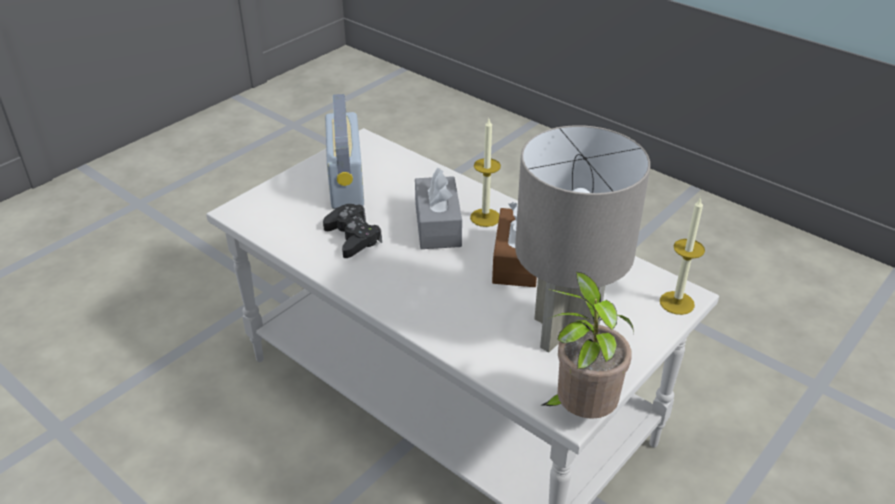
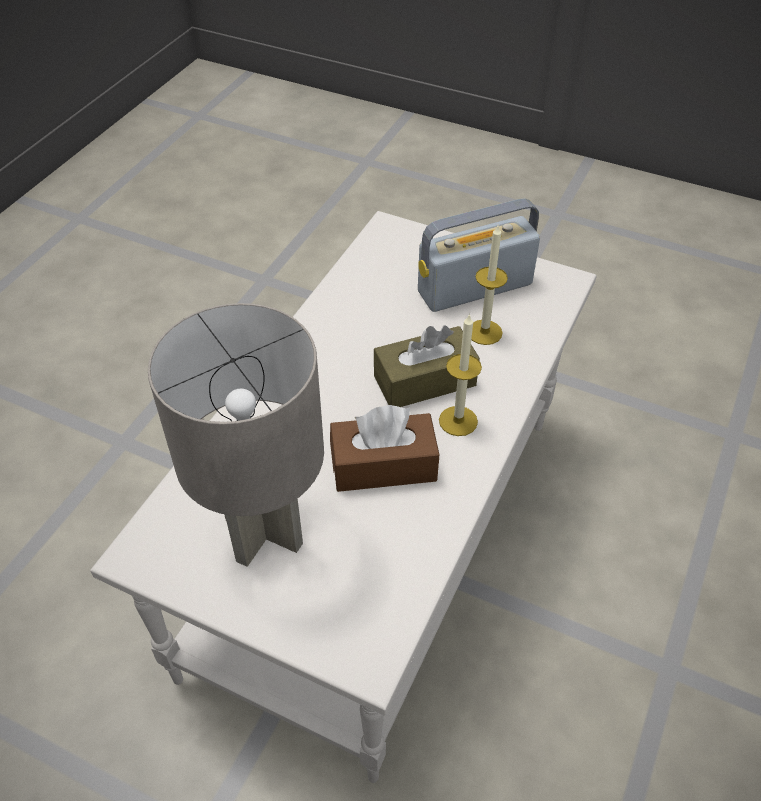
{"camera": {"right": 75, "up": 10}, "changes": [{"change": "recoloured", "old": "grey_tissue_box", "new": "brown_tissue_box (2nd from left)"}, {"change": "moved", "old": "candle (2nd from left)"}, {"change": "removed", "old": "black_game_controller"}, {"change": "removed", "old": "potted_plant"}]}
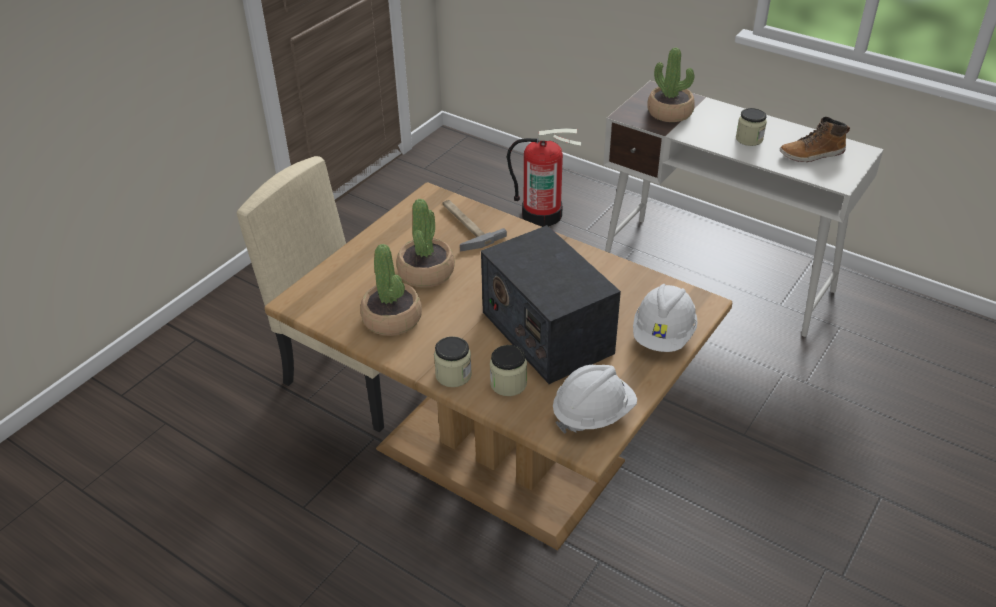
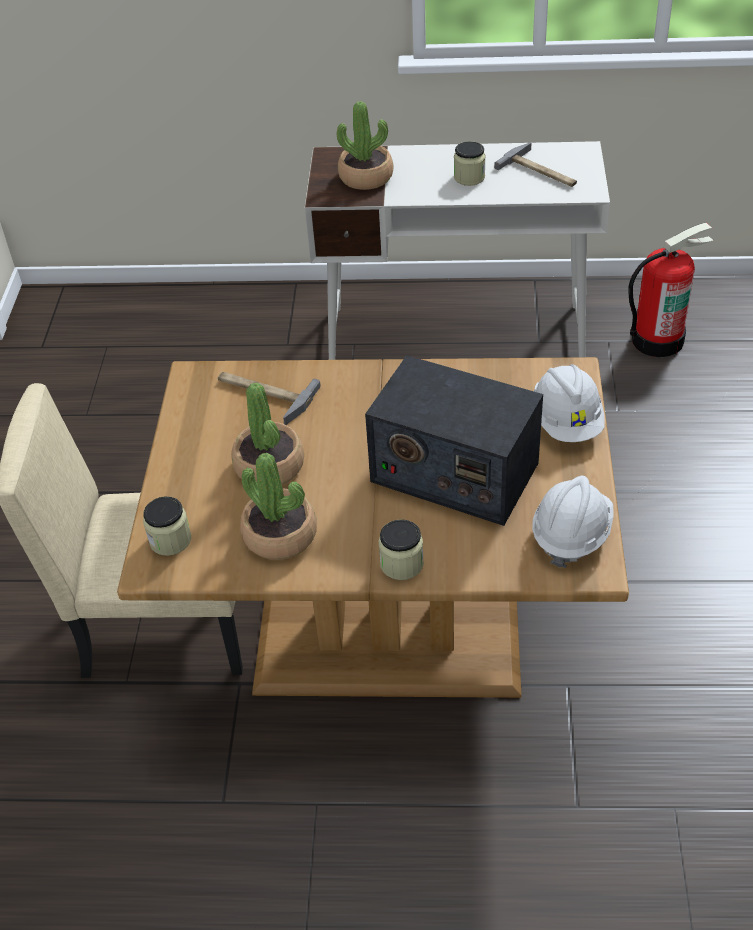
{"camera": {"right": -30, "up": 5}, "changes": [{"change": "moved", "old": "jar (2nd from left in the first image)", "new": "jar (1st from left)"}, {"change": "replaced", "old": "boot", "new": "hammer (2nd from left)"}, {"change": "moved", "old": "fire_extinguisher"}]}
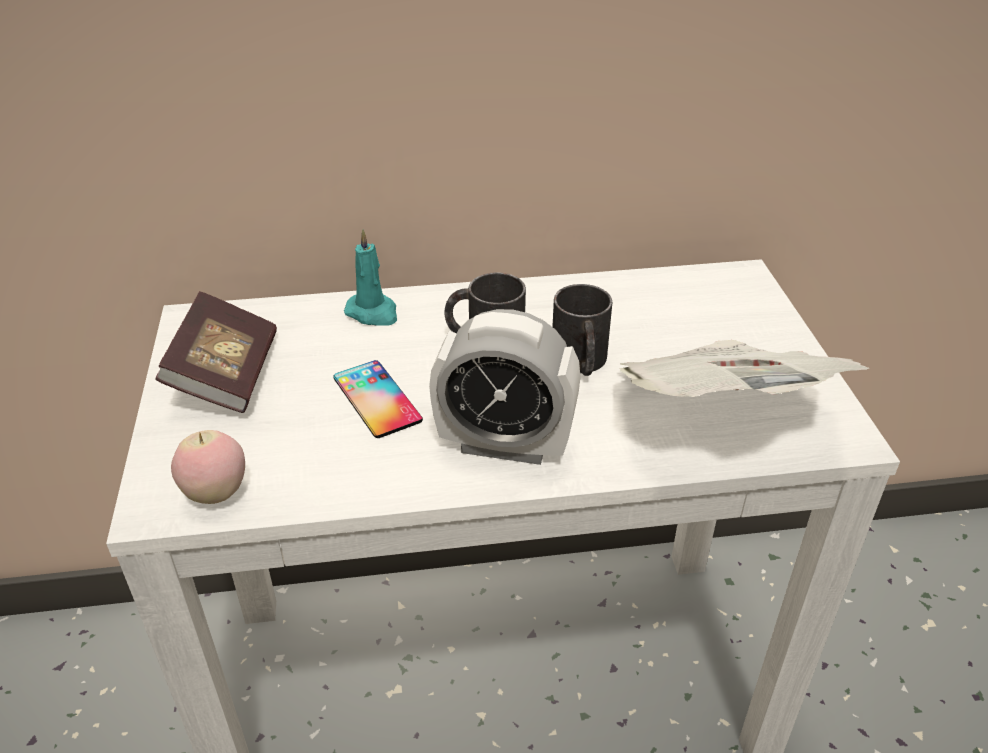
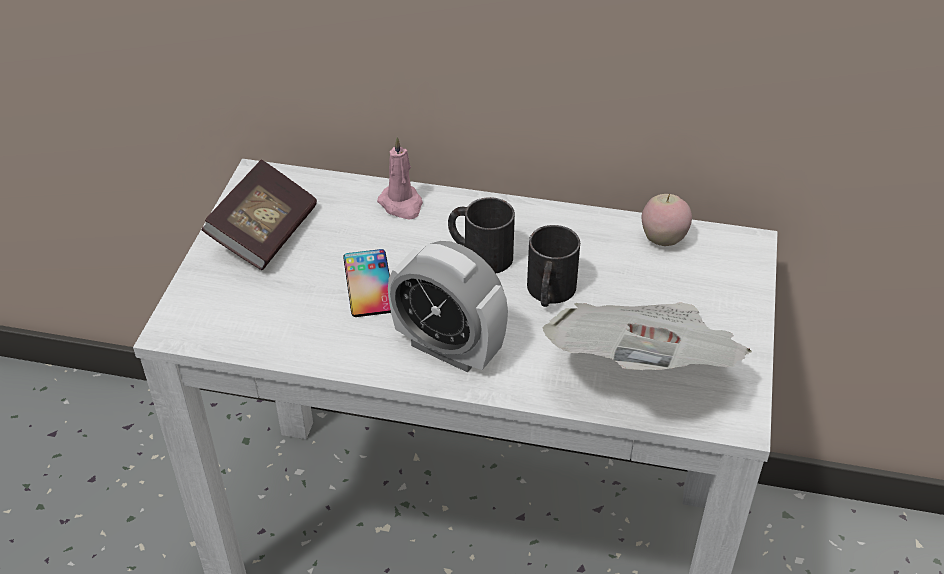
{"camera": {"right": 20, "up": 5}, "changes": [{"change": "recoloured", "old": "turquoise_candle", "new": "pink_candle"}, {"change": "moved", "old": "apple"}]}
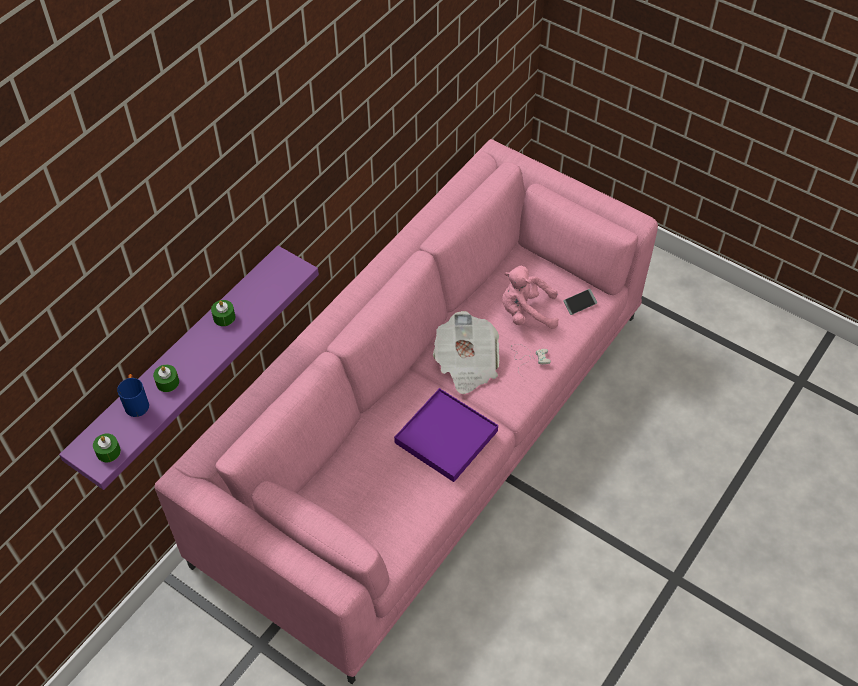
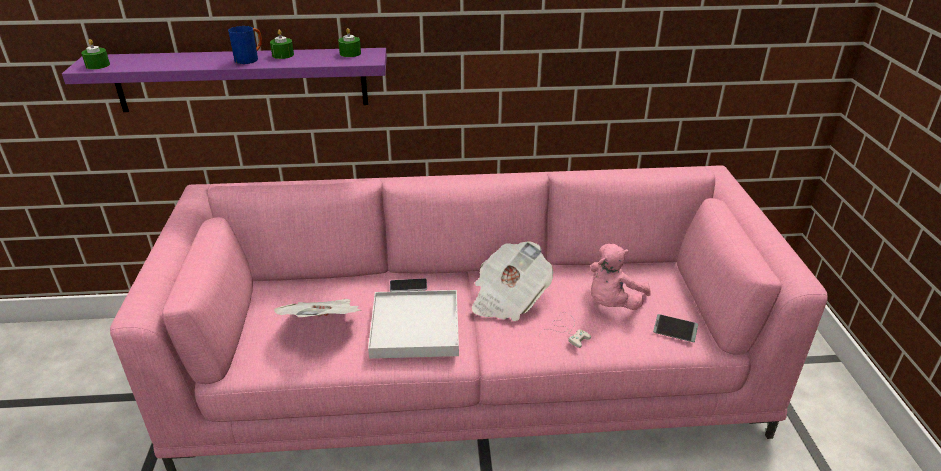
{"camera": {"right": 50, "up": -20}, "changes": [{"change": "moved", "old": "blue_mug"}, {"change": "added", "new": "newspaper (1st from left)"}, {"change": "moved", "old": "green_candle (2nd from left in the first image)", "new": "green_candle (3rd from left)"}, {"change": "recoloured", "old": "purple_tray", "new": "white_tray"}, {"change": "added", "new": "phone (1st from left)"}, {"change": "turned", "old": "pink_plush_toy", "degrees": -105}]}
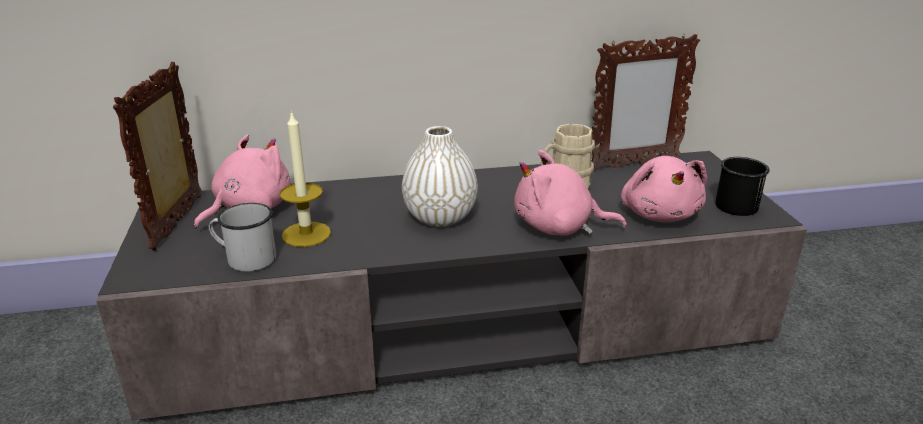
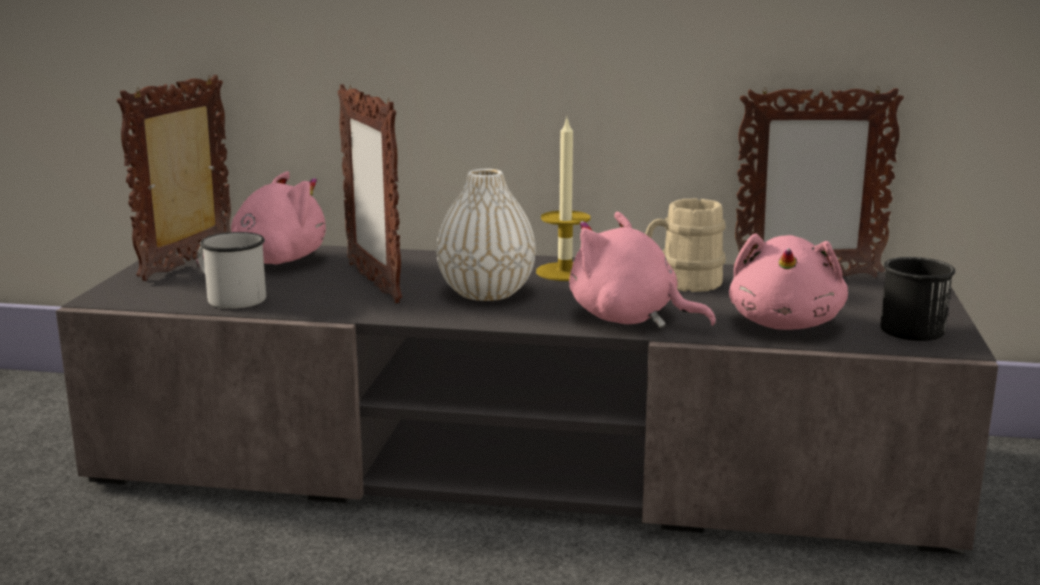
{"camera": {"right": 20, "up": -10}, "changes": [{"change": "added", "new": "picture_frame (2nd from left)"}, {"change": "moved", "old": "candle"}]}
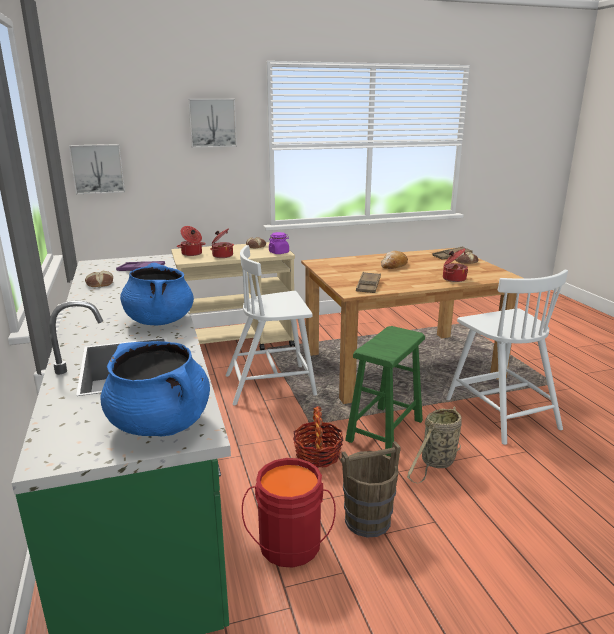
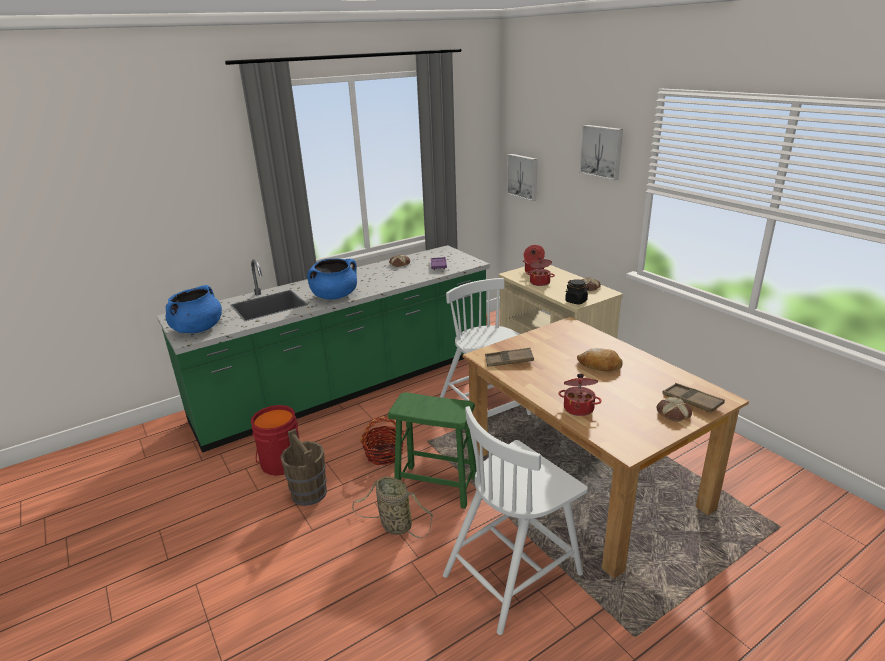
{"camera": {"right": 75, "up": 5}, "changes": [{"change": "recoloured", "old": "purple_jar", "new": "black_jar"}]}
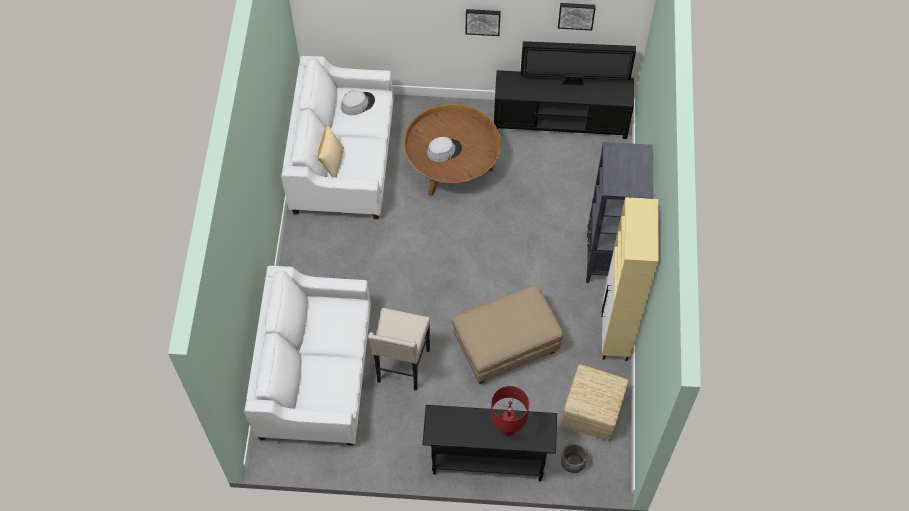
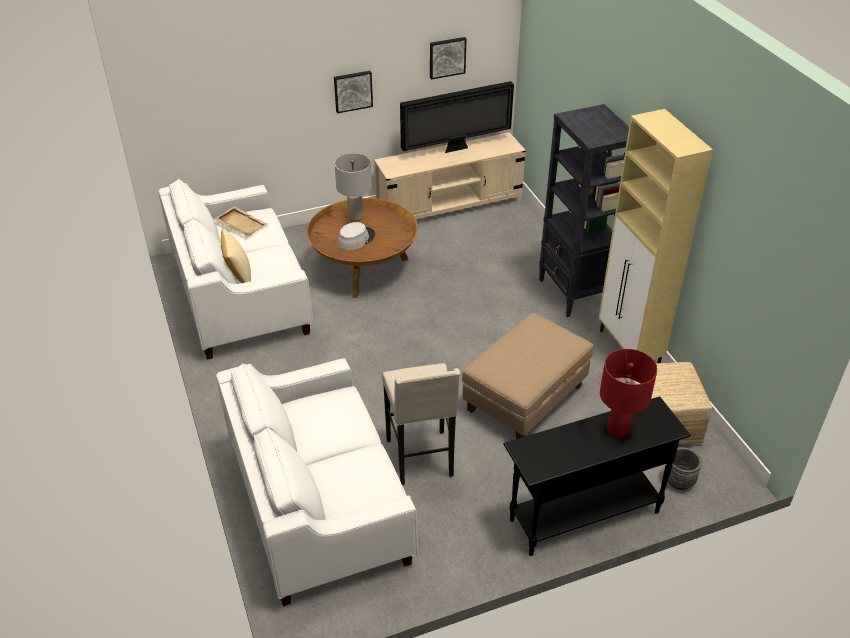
{"camera": {"right": -25, "up": -20}, "changes": [{"change": "replaced", "old": "grey_hat (1st from left)", "new": "beige_tray"}, {"change": "added", "new": "grey_table_lamp"}, {"change": "recoloured", "old": "black_tv_stand", "new": "beige_tv_stand"}]}
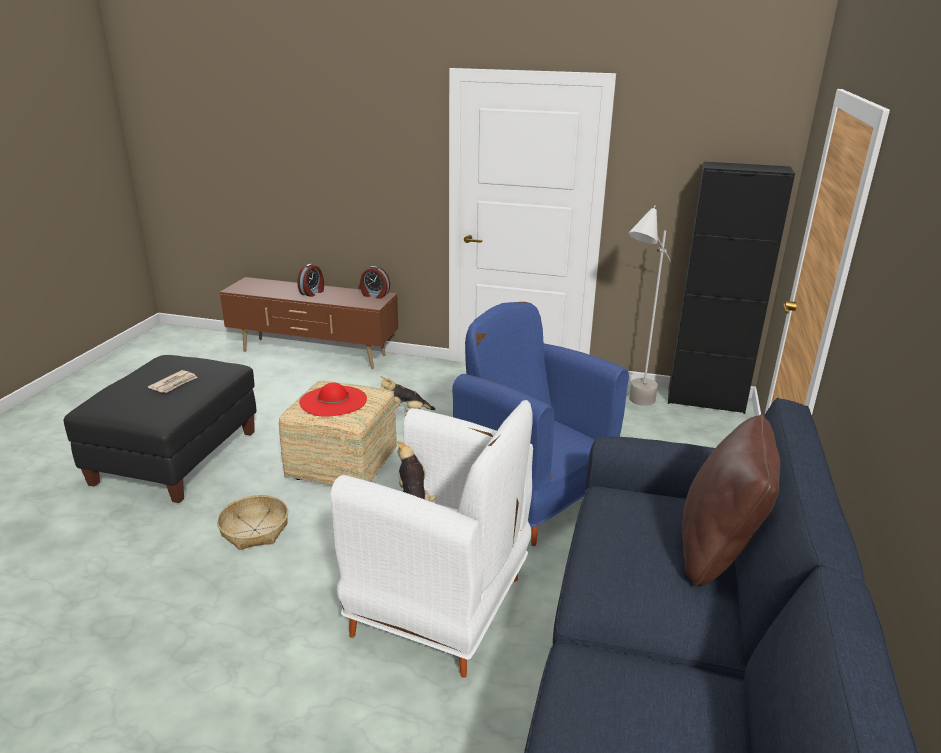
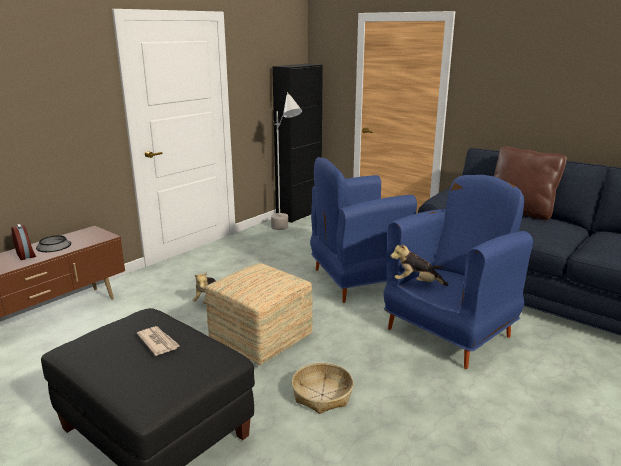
{"camera": {"right": -65, "up": -5}, "changes": [{"change": "added", "new": "bowl"}, {"change": "recoloured", "old": "white_armchair", "new": "blue_armchair (2nd from left)"}, {"change": "removed", "old": "red_hat"}, {"change": "removed", "old": "alarm_clock (2nd from left)"}]}
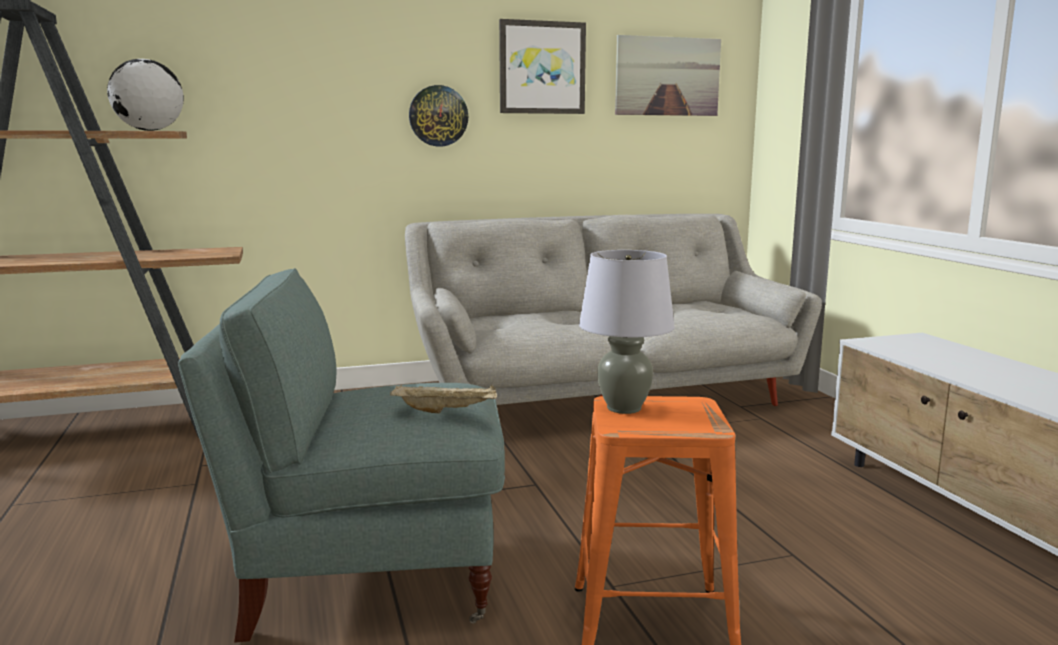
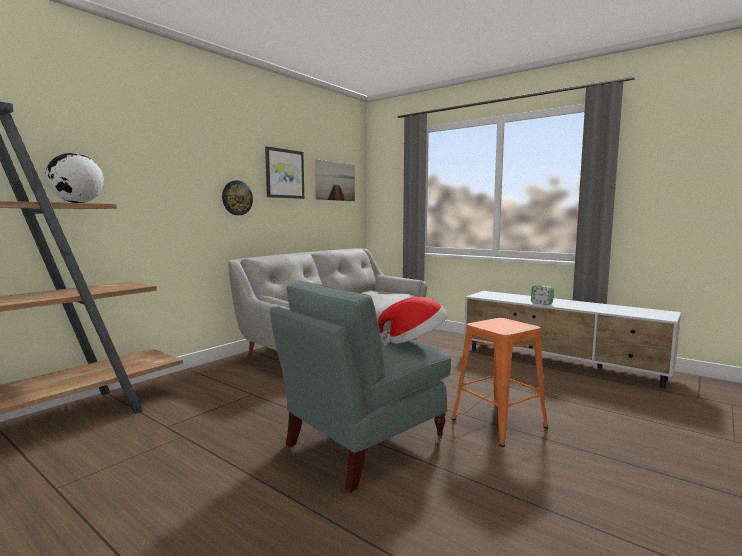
{"camera": {"right": -35, "up": -5}, "changes": [{"change": "replaced", "old": "beige_tray", "new": "hat"}, {"change": "added", "new": "alarm_clock"}, {"change": "removed", "old": "grey_table_lamp"}]}
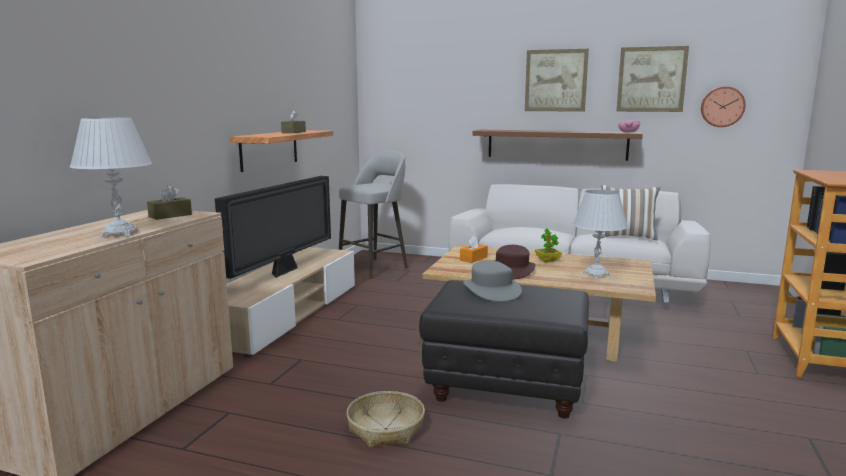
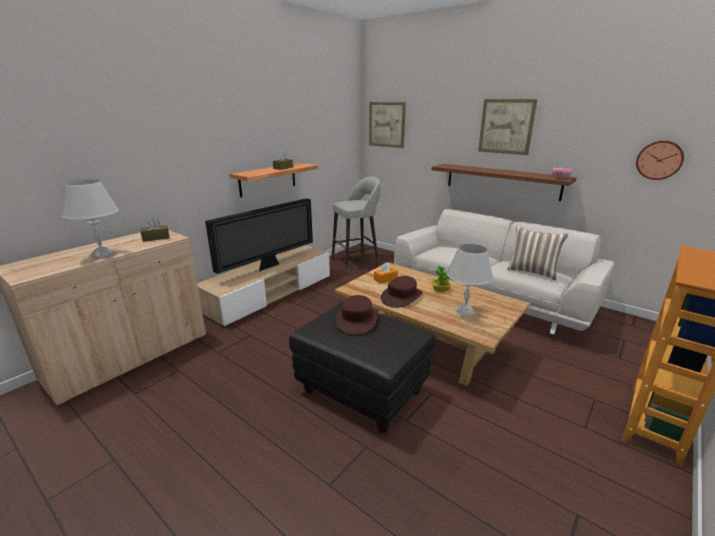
{"camera": {"right": 20, "up": 10}, "changes": [{"change": "recoloured", "old": "grey_hat", "new": "brown_hat (1st from left)"}, {"change": "moved", "old": "picture (2nd from left in the first image)", "new": "picture (1st from left)"}, {"change": "removed", "old": "basket"}]}
